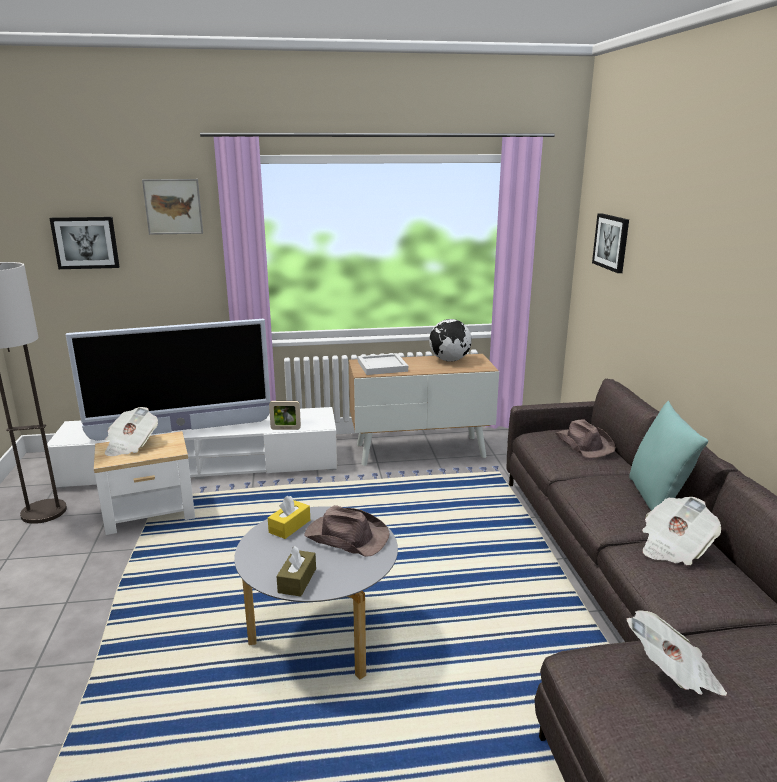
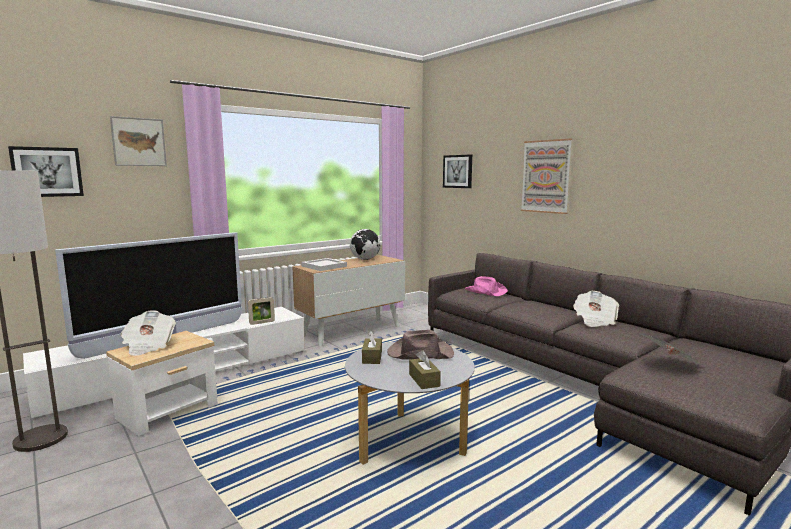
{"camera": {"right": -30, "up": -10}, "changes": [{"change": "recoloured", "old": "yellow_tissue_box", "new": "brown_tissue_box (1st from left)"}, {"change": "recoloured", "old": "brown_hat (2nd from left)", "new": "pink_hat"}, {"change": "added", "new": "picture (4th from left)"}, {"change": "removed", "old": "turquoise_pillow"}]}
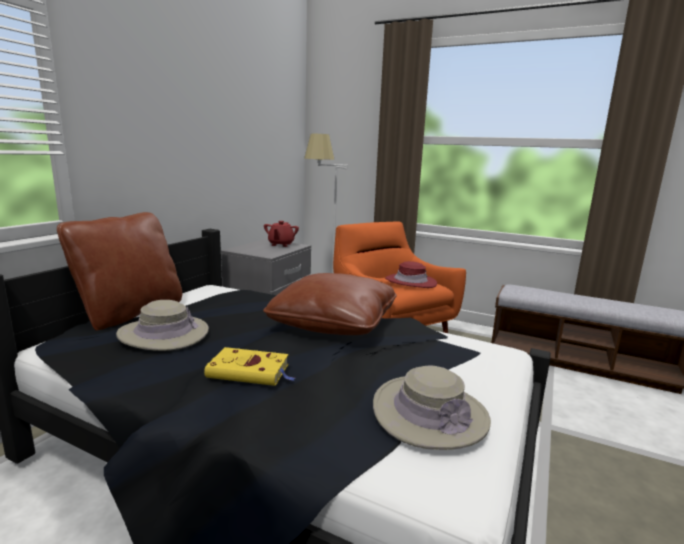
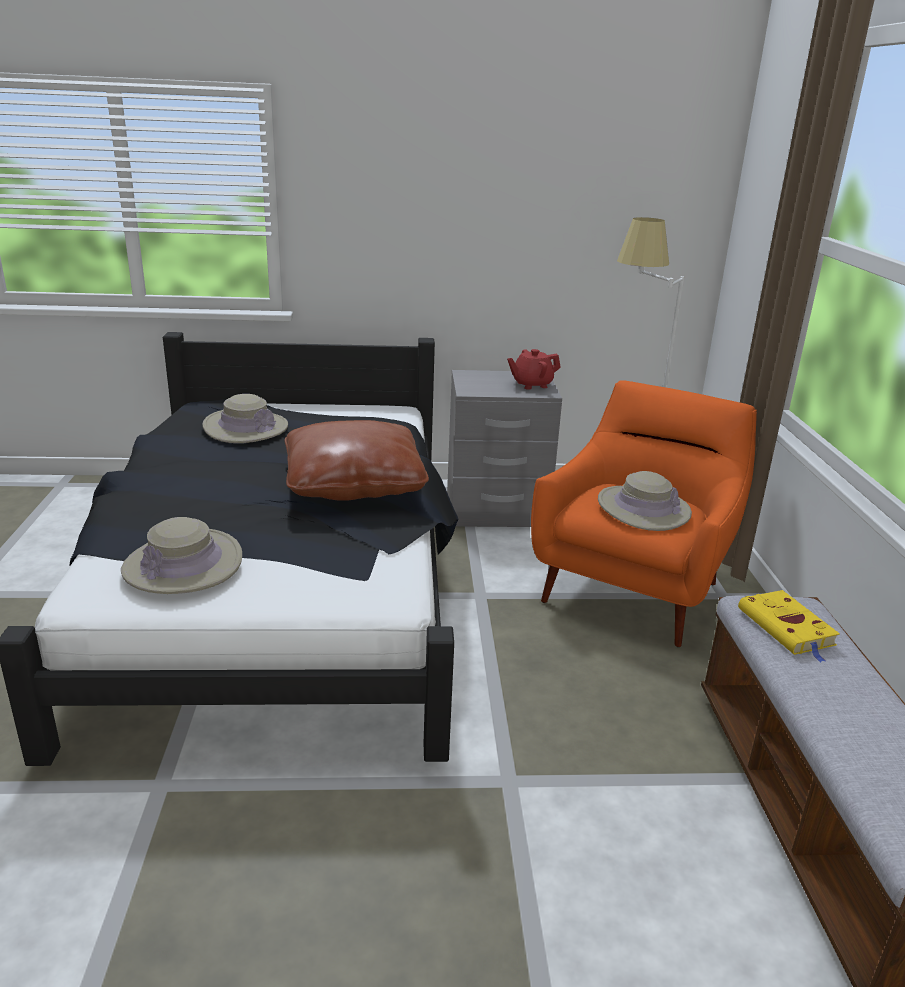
{"camera": {"right": 60, "up": 10}, "changes": [{"change": "recoloured", "old": "red_hat", "new": "beige_hat (3rd from left)"}, {"change": "moved", "old": "yellow_book"}, {"change": "removed", "old": "brown_pillow (1st from left)"}]}
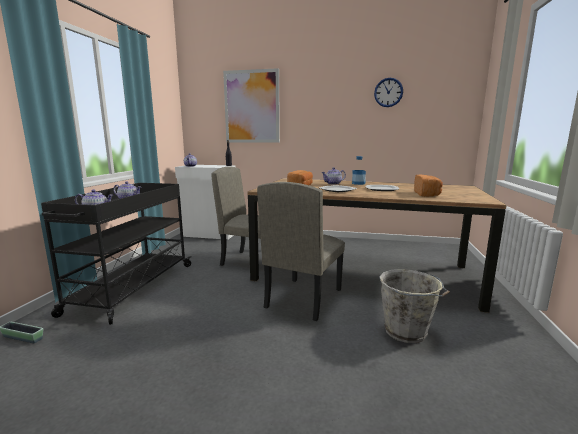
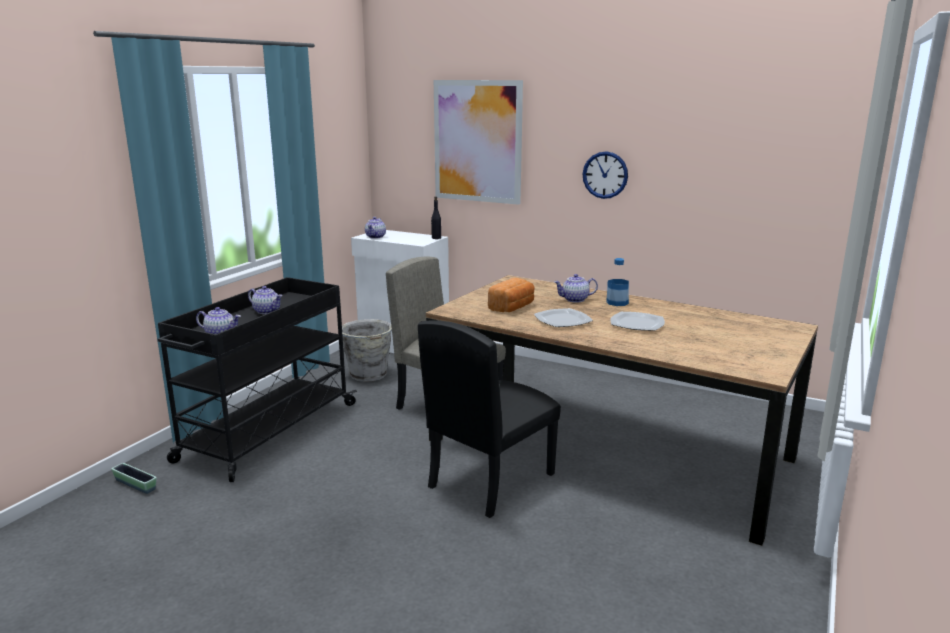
{"camera": {"right": 15, "up": 5}, "changes": [{"change": "moved", "old": "grey_bucket"}, {"change": "recoloured", "old": "beige_chair (2nd from left)", "new": "black_chair"}, {"change": "moved", "old": "wall_clock"}, {"change": "removed", "old": "bread (2nd from left)"}]}
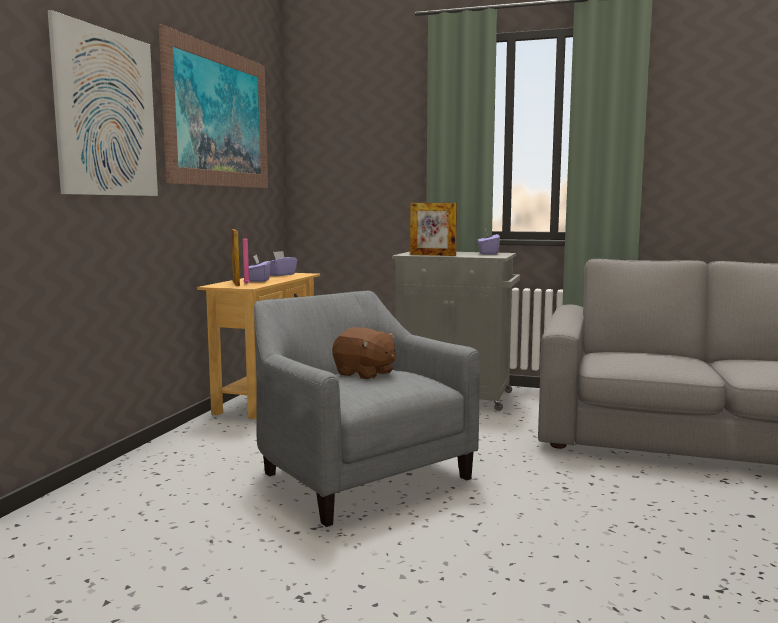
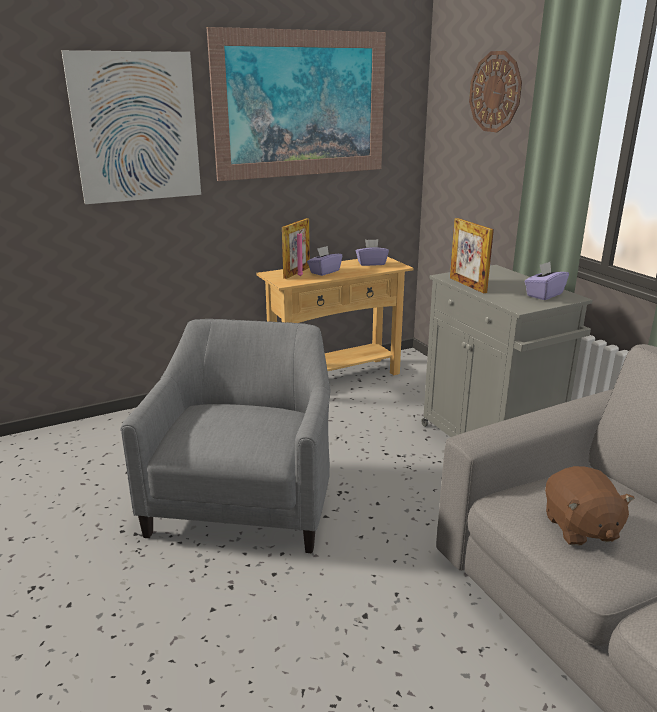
{"camera": {"right": 45, "up": 15}, "changes": [{"change": "added", "new": "wall_clock"}, {"change": "moved", "old": "brown_plush_toy"}]}
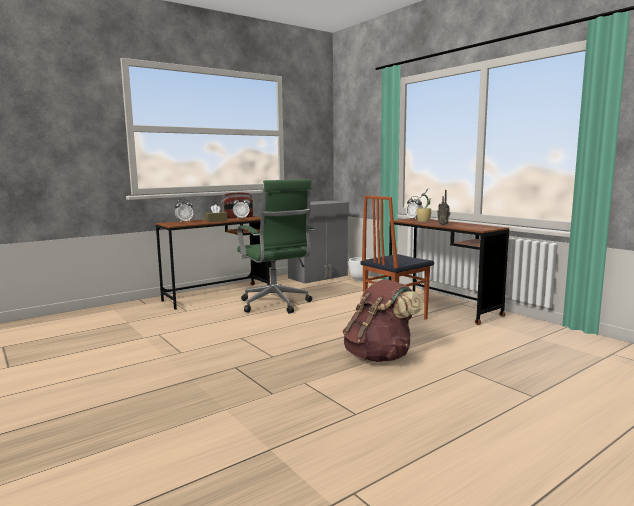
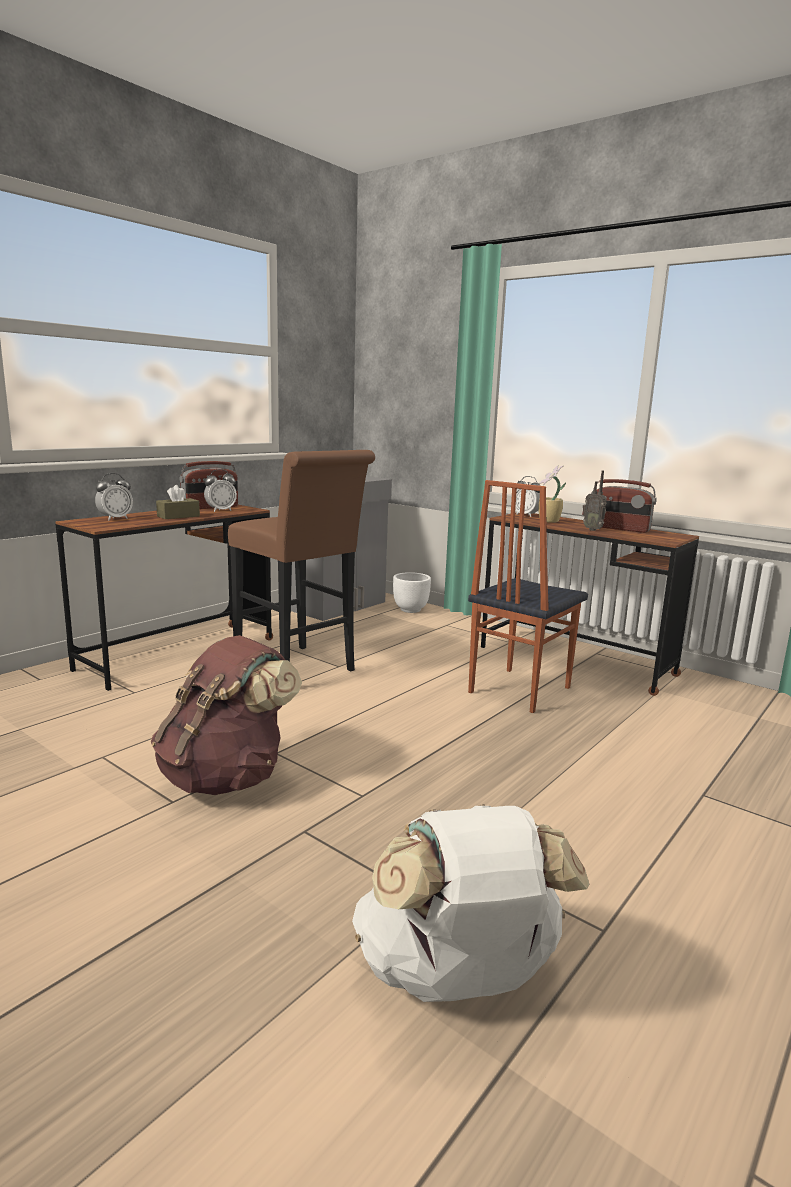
{"camera": {"right": -15, "up": 5}, "changes": [{"change": "moved", "old": "brown_backpack"}, {"change": "replaced", "old": "green_office_chair", "new": "brown_stool"}, {"change": "added", "new": "white_backpack"}, {"change": "added", "new": "radio (3rd from left)"}]}
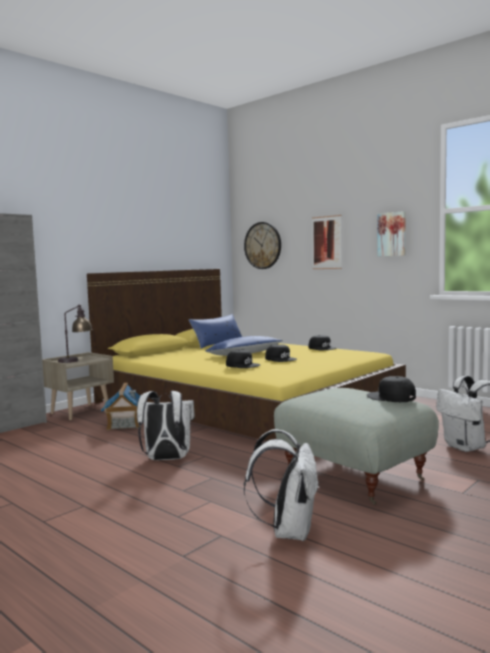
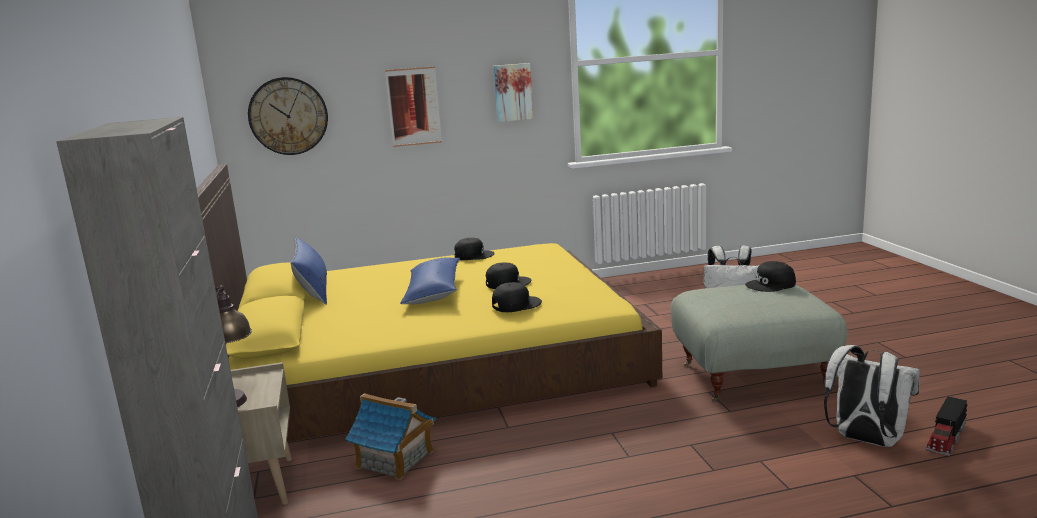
{"camera": {"right": -55, "up": 10}, "changes": [{"change": "added", "new": "toy_truck"}, {"change": "removed", "old": "white_backpack (1st from left)"}]}
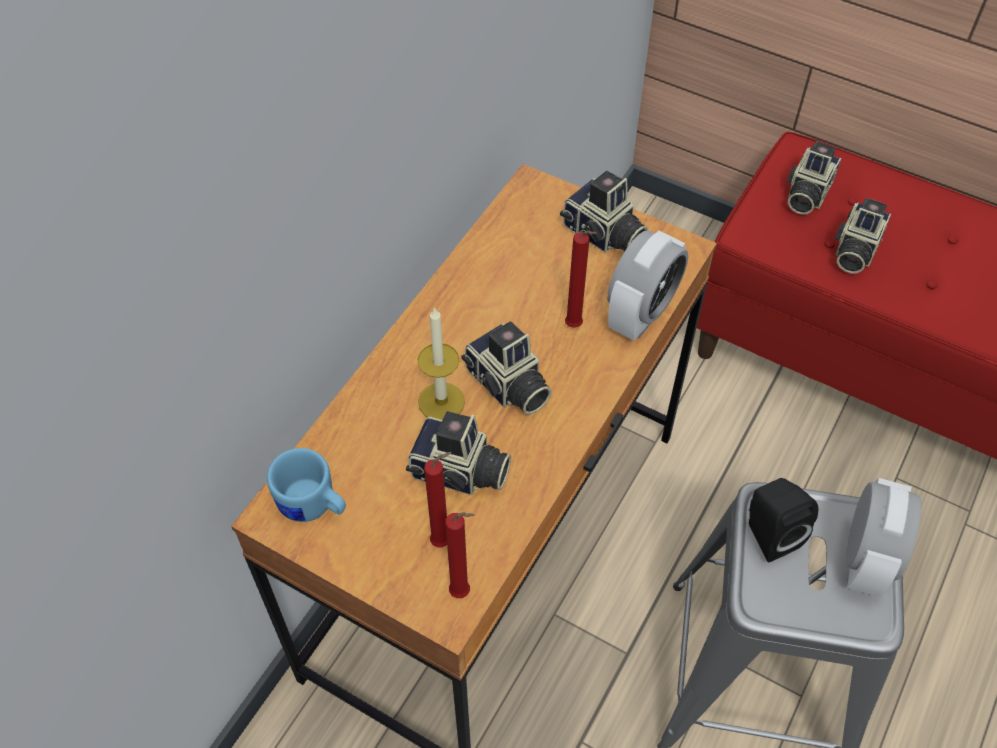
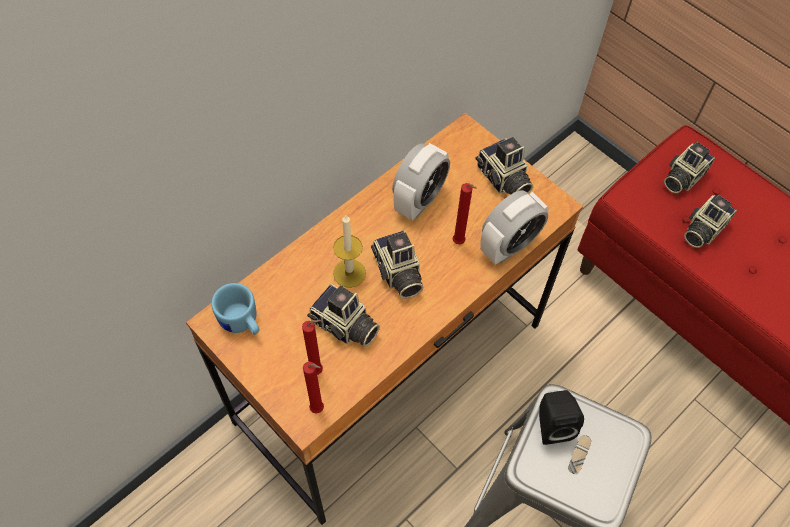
{"camera": {"right": 15, "up": 5}, "changes": [{"change": "moved", "old": "alarm_clock (2nd from left in the first image)", "new": "alarm_clock (1st from left)"}]}
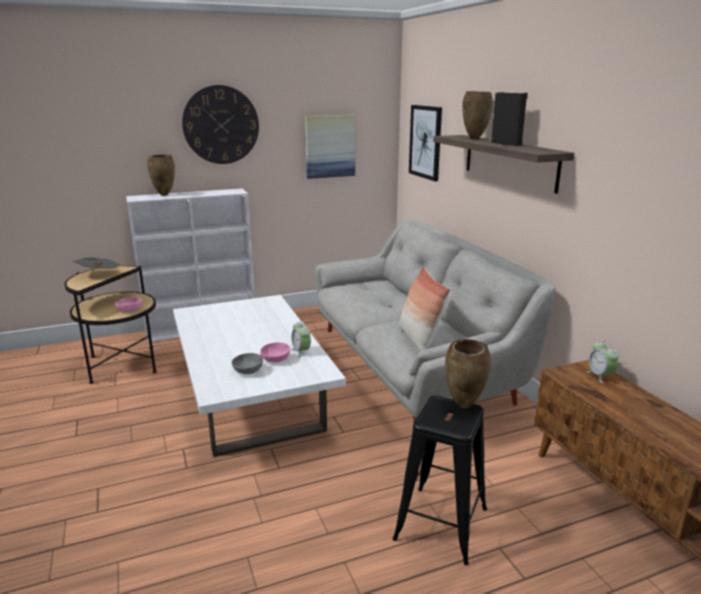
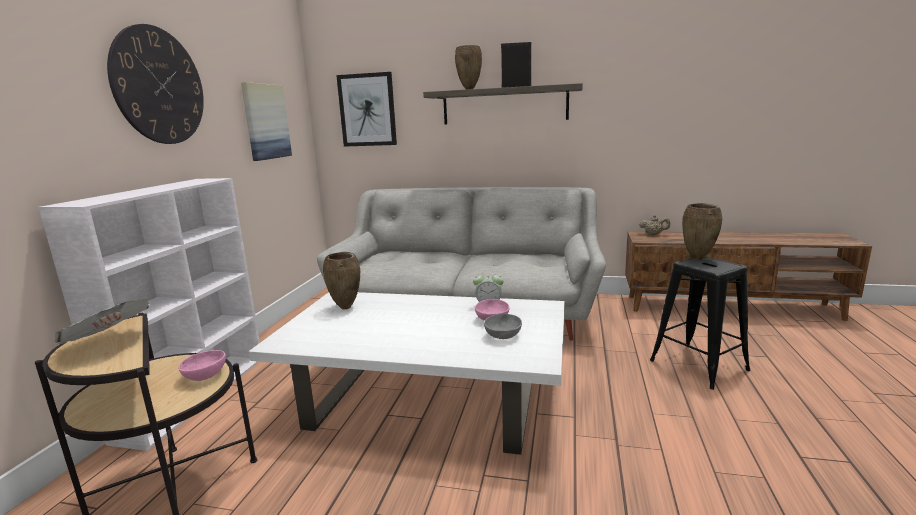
{"camera": {"right": -55, "up": -5}, "changes": [{"change": "moved", "old": "brown_vase (1st from left)"}, {"change": "replaced", "old": "alarm_clock (2nd from left)", "new": "beige_teapot"}, {"change": "removed", "old": "pillow"}]}
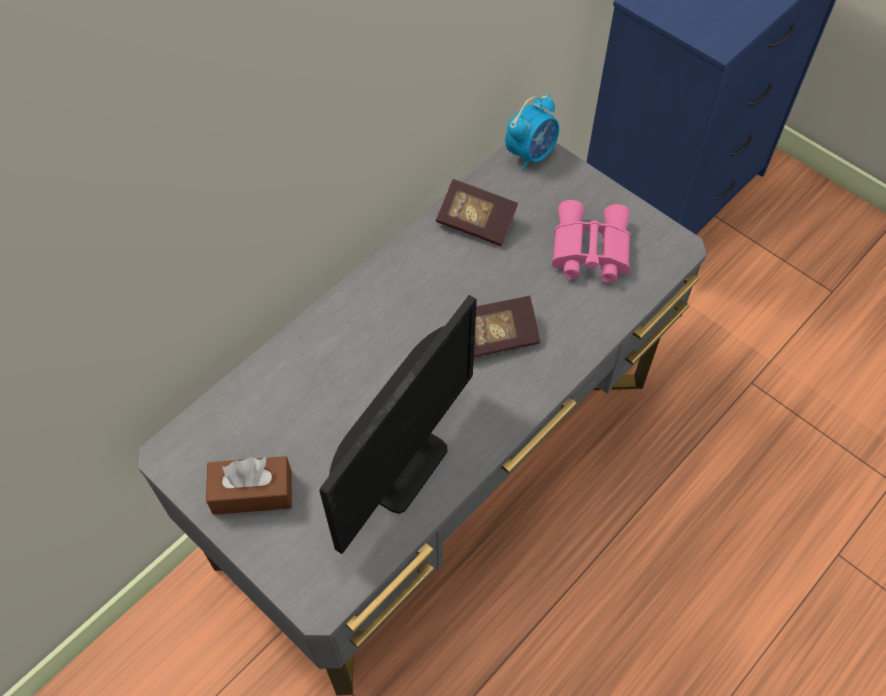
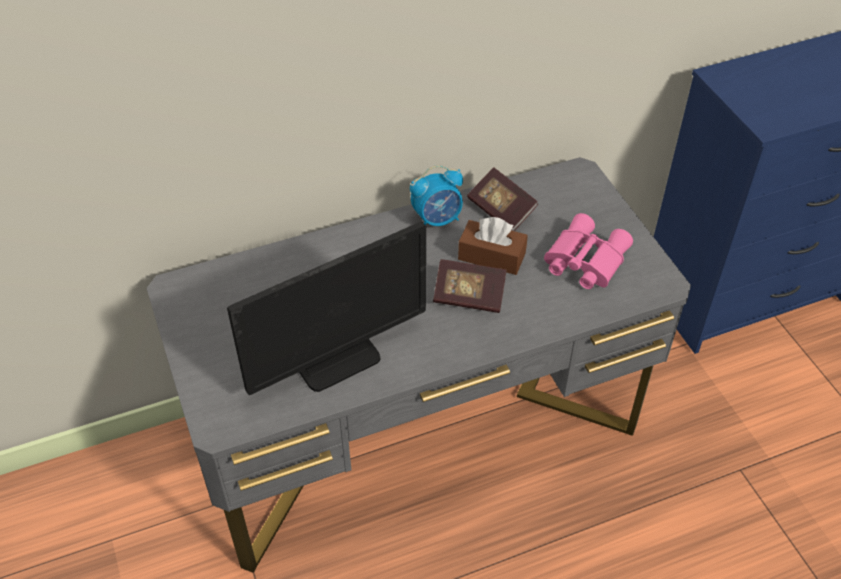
{"camera": {"right": 25, "up": -10}, "changes": [{"change": "moved", "old": "alarm_clock"}, {"change": "moved", "old": "brown_tissue_box"}]}
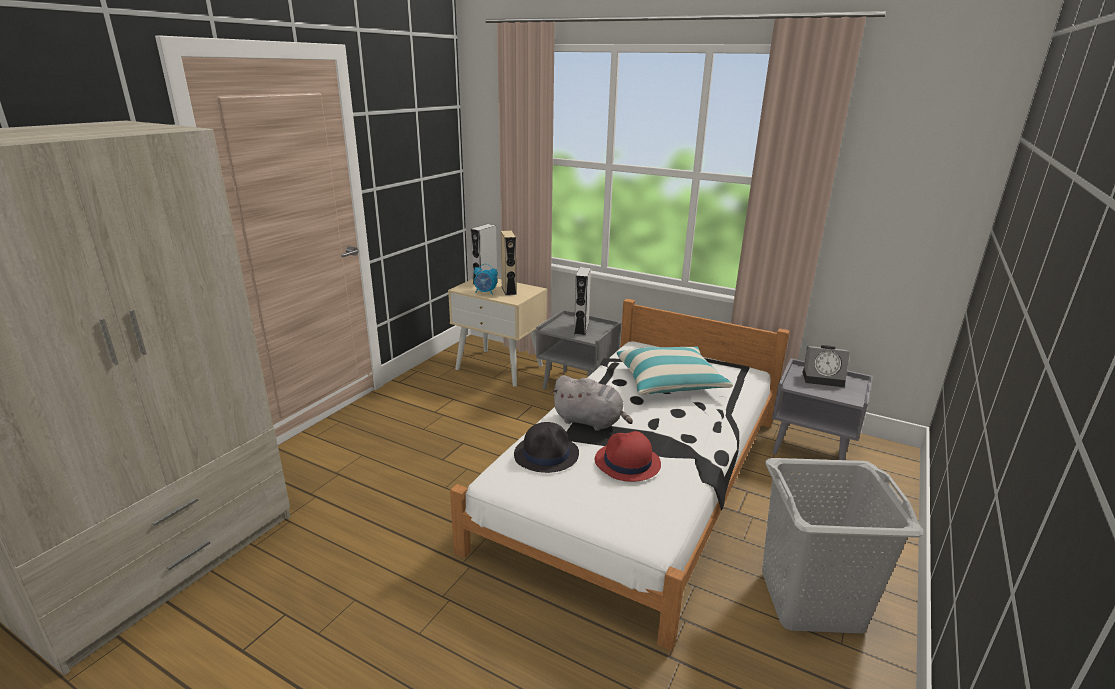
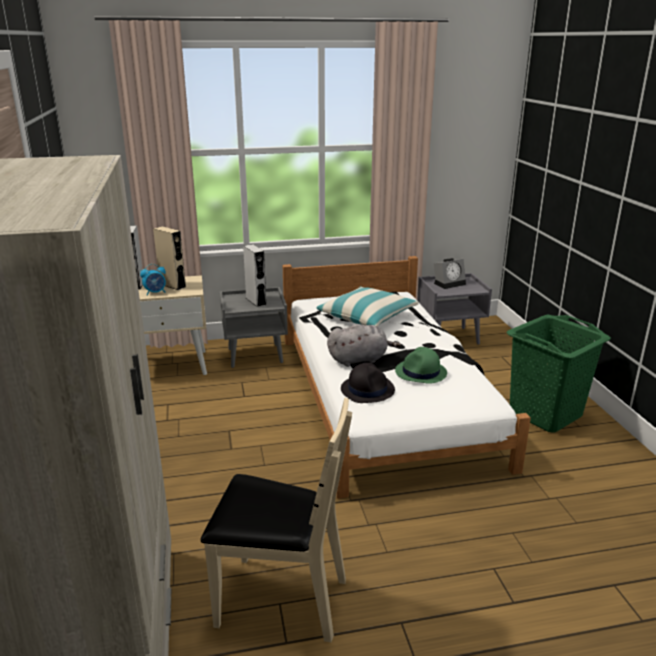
{"camera": {"right": -40, "up": 0}, "changes": [{"change": "added", "new": "beige_chair"}, {"change": "recoloured", "old": "red_hat", "new": "green_hat"}, {"change": "recoloured", "old": "grey_laundry_basket", "new": "green_laundry_basket"}]}
